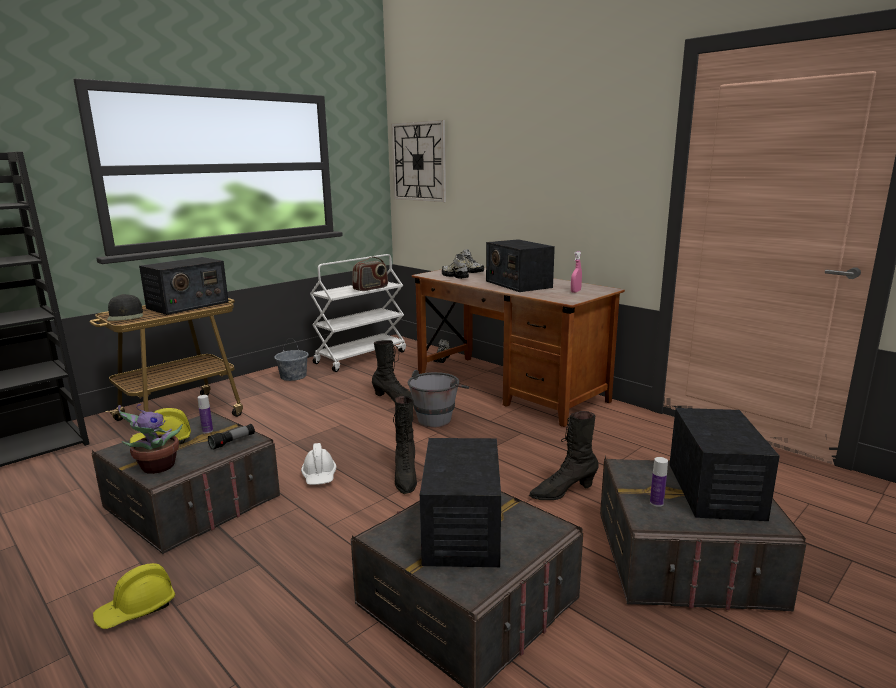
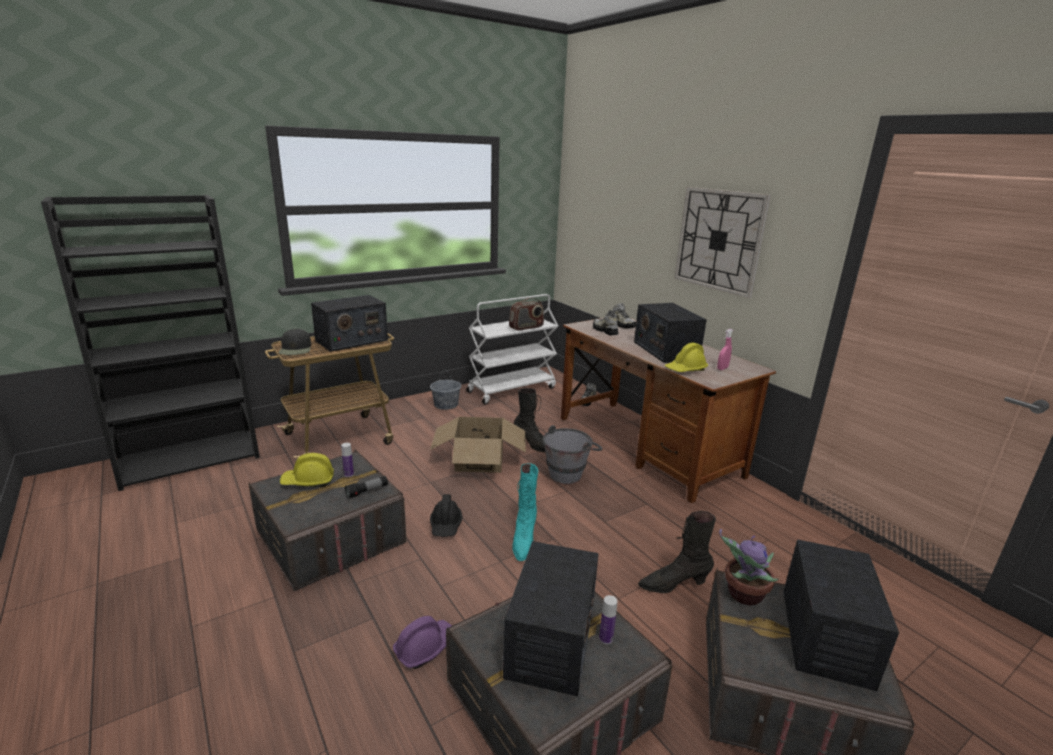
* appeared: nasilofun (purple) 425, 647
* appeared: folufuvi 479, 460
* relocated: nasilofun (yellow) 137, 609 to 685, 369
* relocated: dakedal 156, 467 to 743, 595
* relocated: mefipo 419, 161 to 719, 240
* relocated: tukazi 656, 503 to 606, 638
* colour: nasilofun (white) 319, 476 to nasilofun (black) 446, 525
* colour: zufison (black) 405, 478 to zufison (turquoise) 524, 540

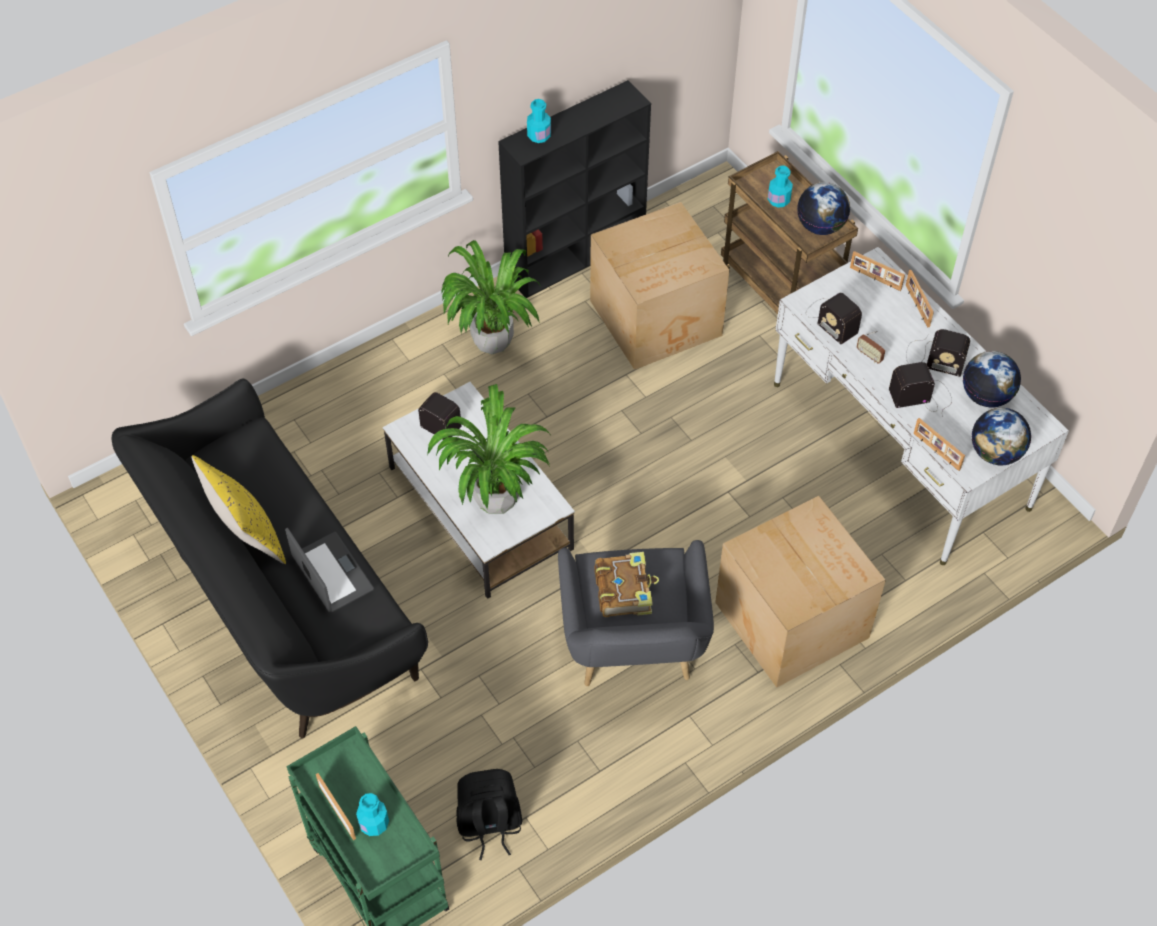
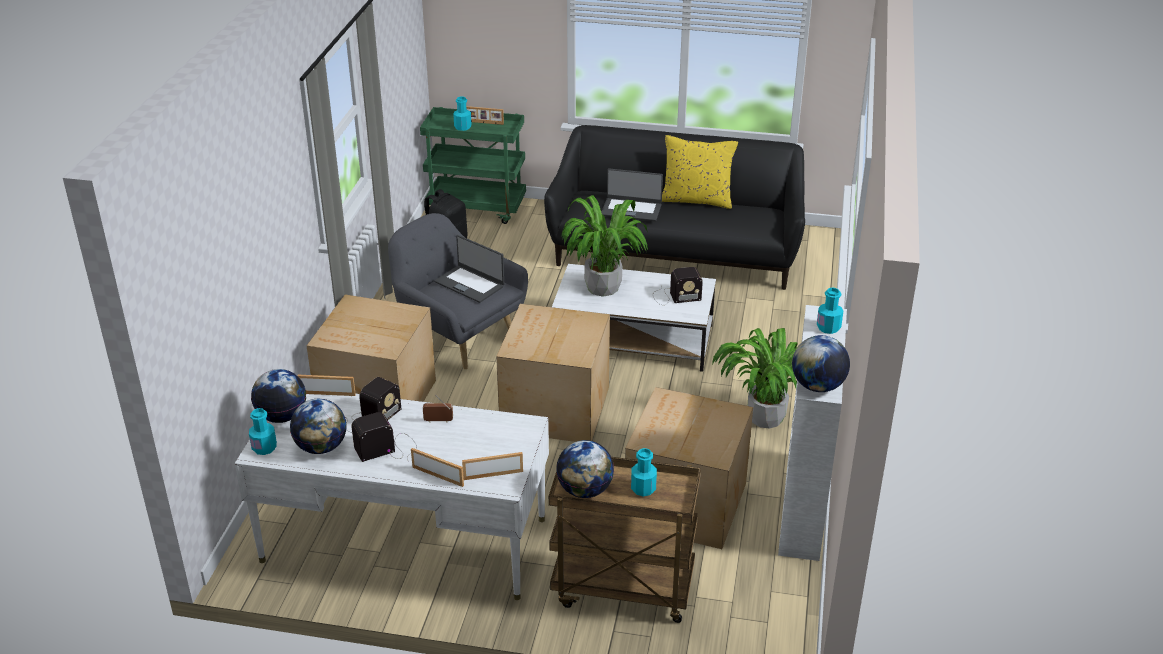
* missing: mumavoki 830, 319
* appeared: tukazi (turquoise) 264, 448
* appeared: folufuvi 553, 409
* appeared: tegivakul 818, 386
* exchanged: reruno 624, 590 to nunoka 470, 284
* colour: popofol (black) 576, 255 to popofol (white) 803, 506

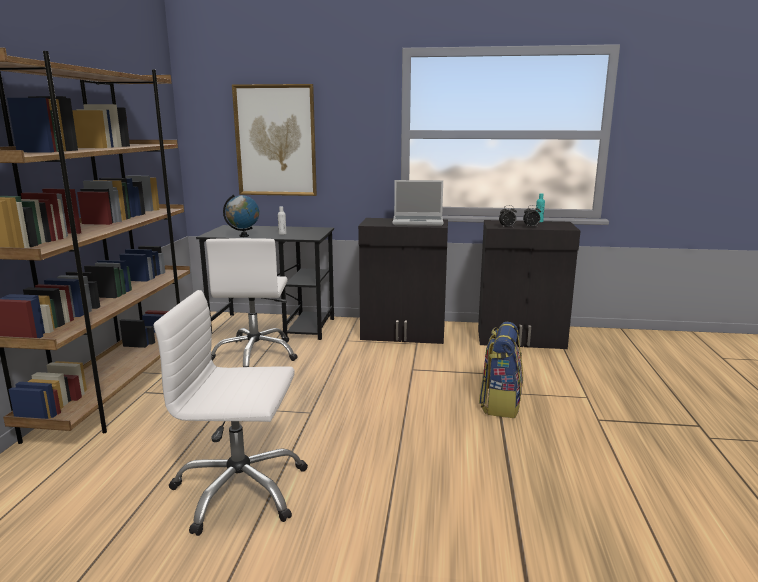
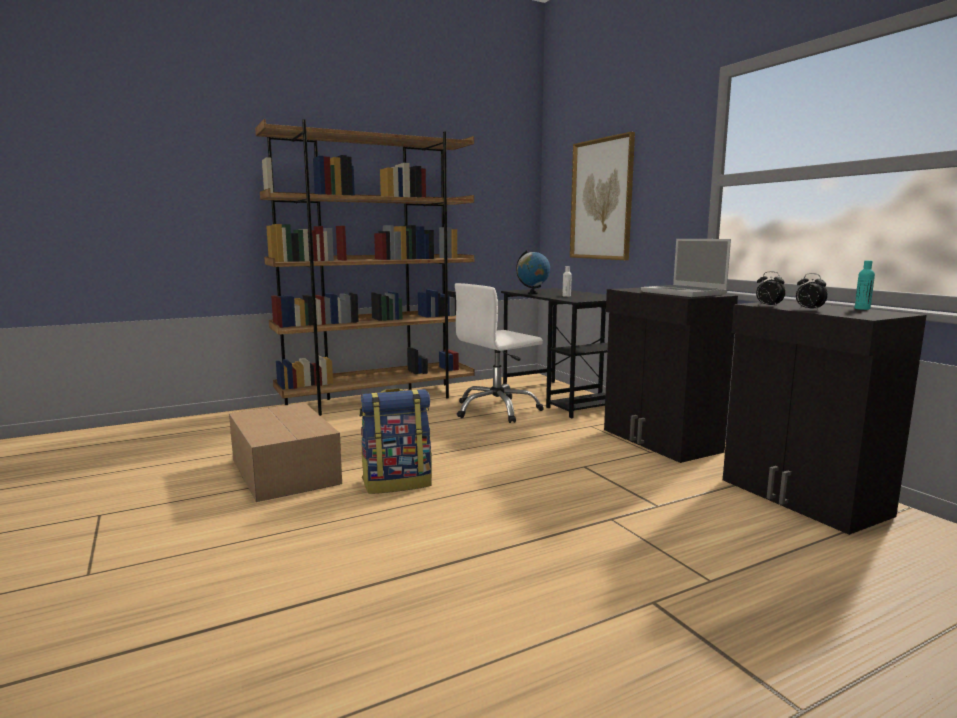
* relocated: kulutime 500, 404 to 397, 483
* exchanged: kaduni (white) 239, 490 to folufuvi 285, 470

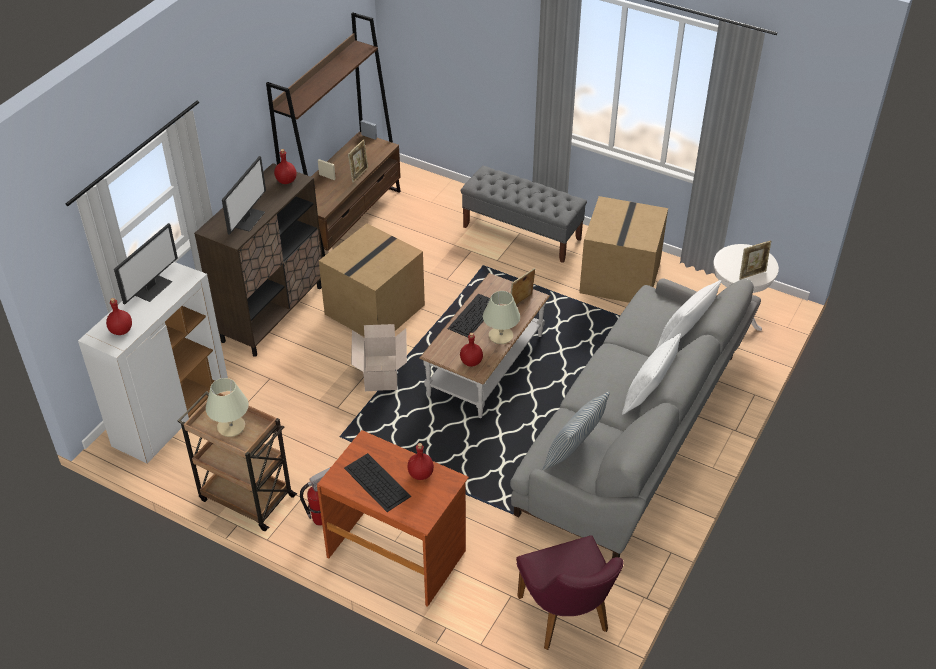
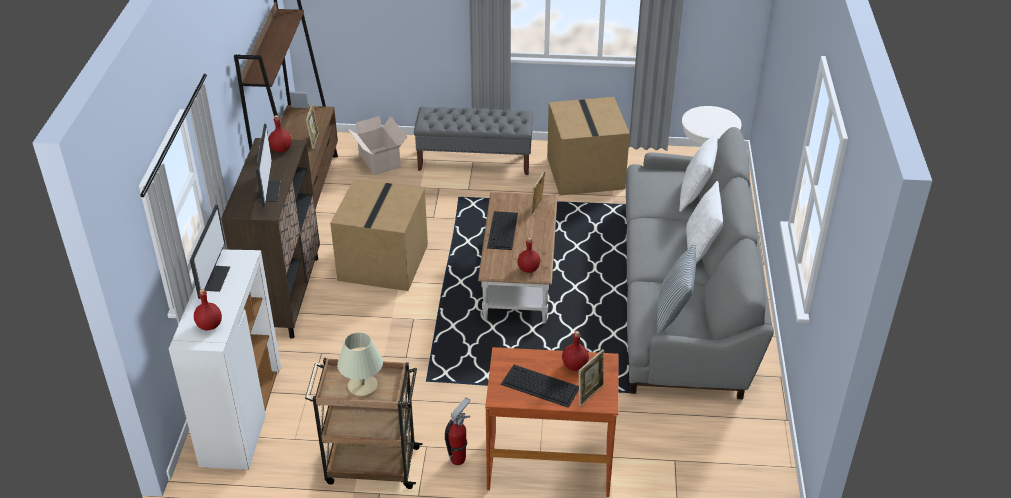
* missing: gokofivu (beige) 501, 336
* missing: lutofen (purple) 567, 620
* relocated: folufuvi 380, 374 to 379, 161
* relocated: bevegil 752, 274 to 590, 394

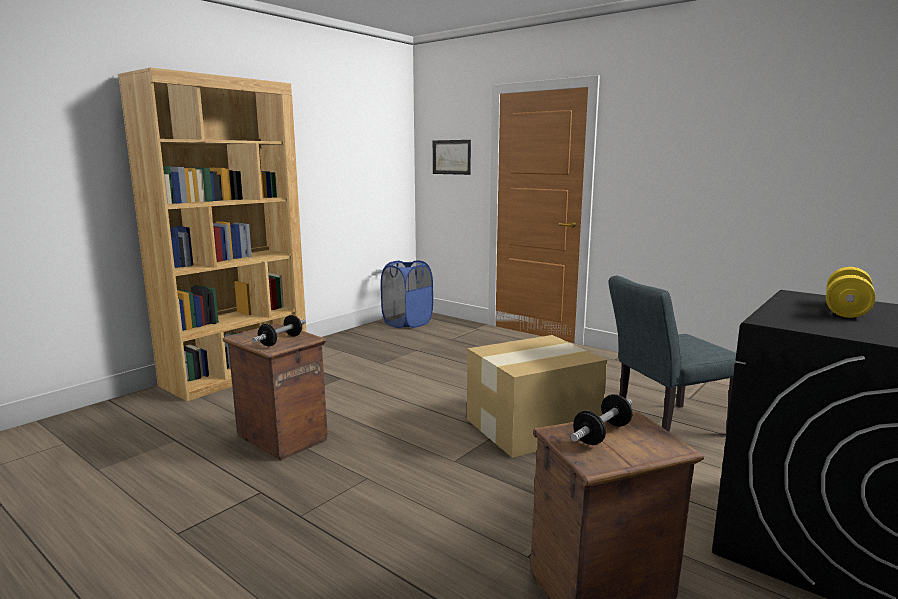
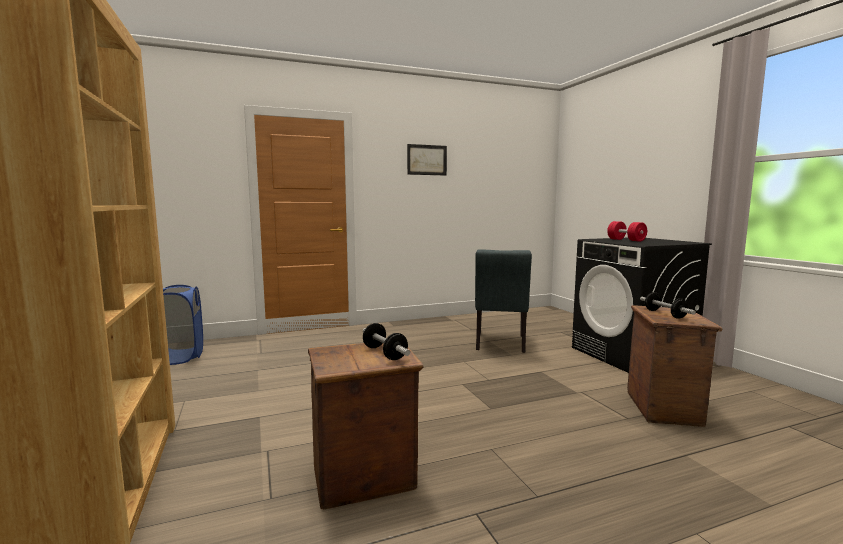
* missing: folufuvi 530, 426
* relocated: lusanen 451, 157 to 427, 160
* colour: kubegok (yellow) 846, 310 to kubegok (red) 626, 240

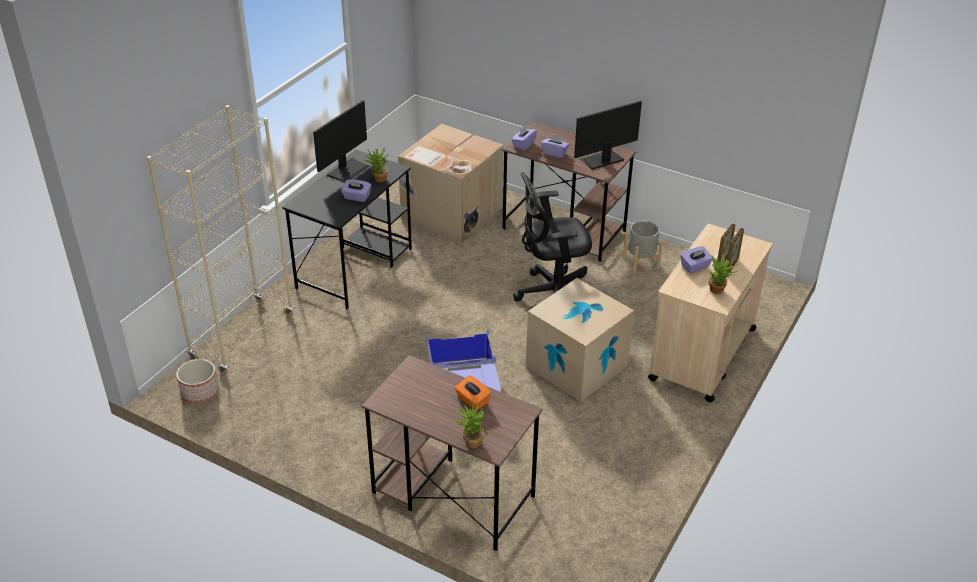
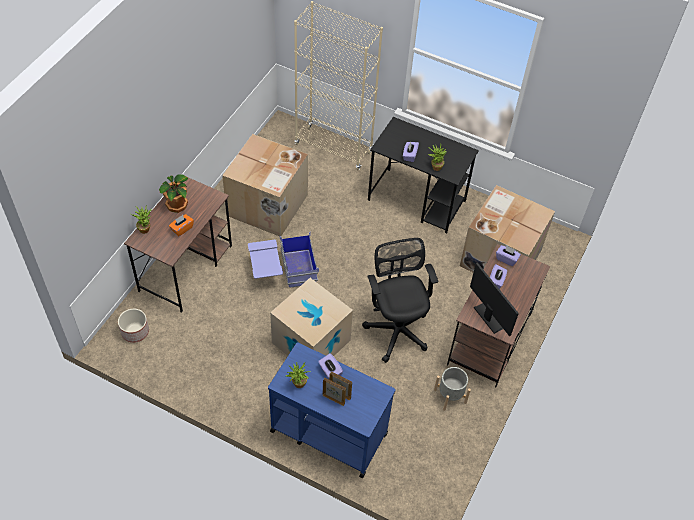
* missing: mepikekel 348, 170
* appeared: dakedal 178, 205
* appeared: folufuvi 268, 206
* relocated: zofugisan 200, 392 to 135, 332
* colour: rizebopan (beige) 702, 354 to rizebopan (blue) 328, 432

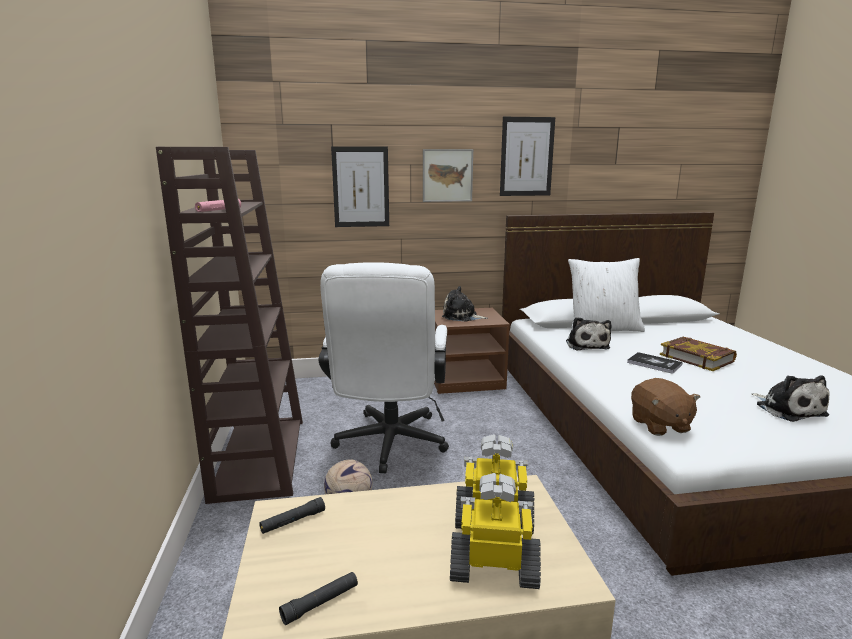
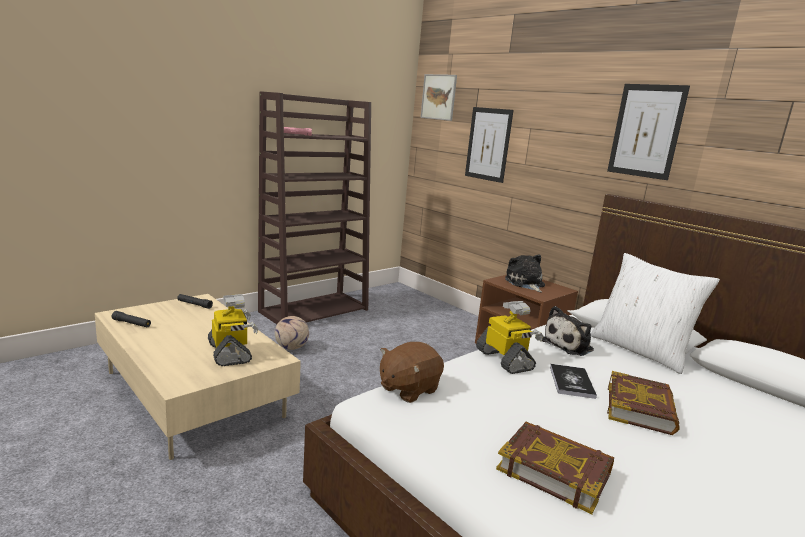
* missing: kaduni (white) 389, 446
* relocated: lusanen 447, 175 to 438, 97
* relocated: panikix 494, 569 to 505, 360
* exchanged: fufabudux 788, 409 to reruno 554, 470

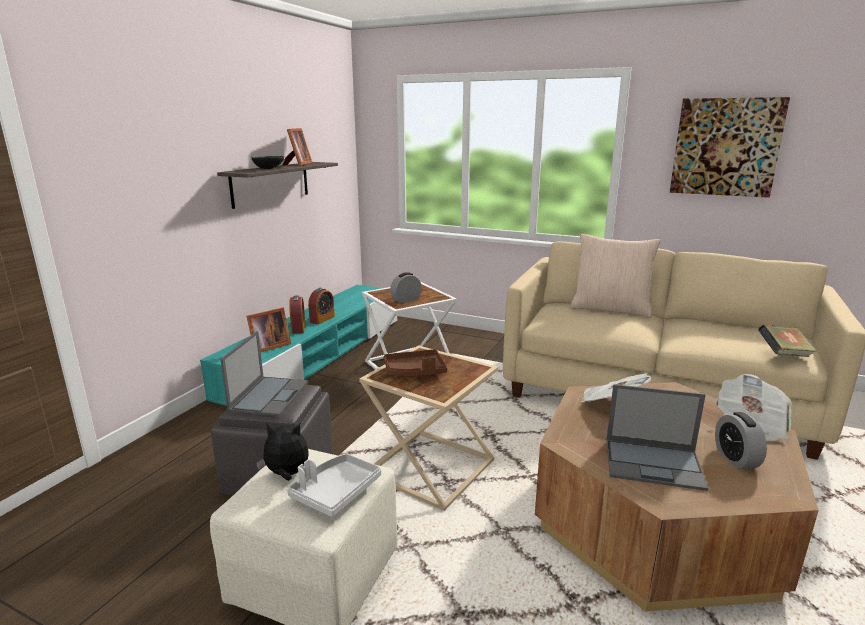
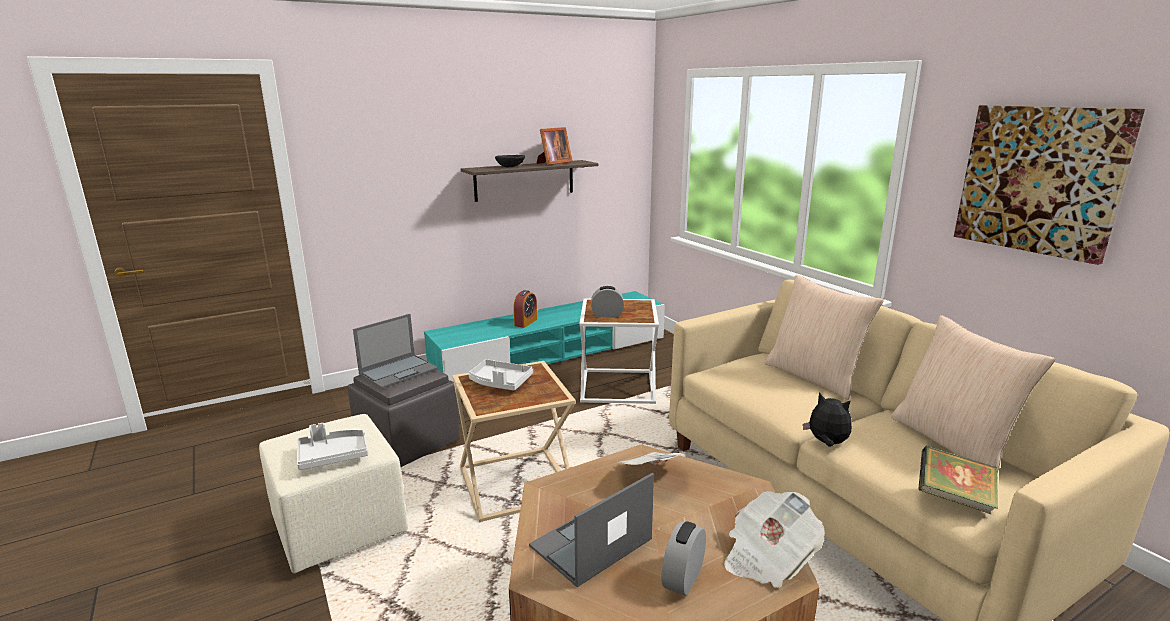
* missing: bevegil 268, 347
* missing: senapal 322, 319
* appeared: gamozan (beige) 953, 442
* relocated: fufabudux 287, 474 to 826, 443
* colour: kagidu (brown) 415, 371 to kagidu (grey) 500, 382
* spun: nunoka 654, 464 = 590, 544 90 degrees clockwise

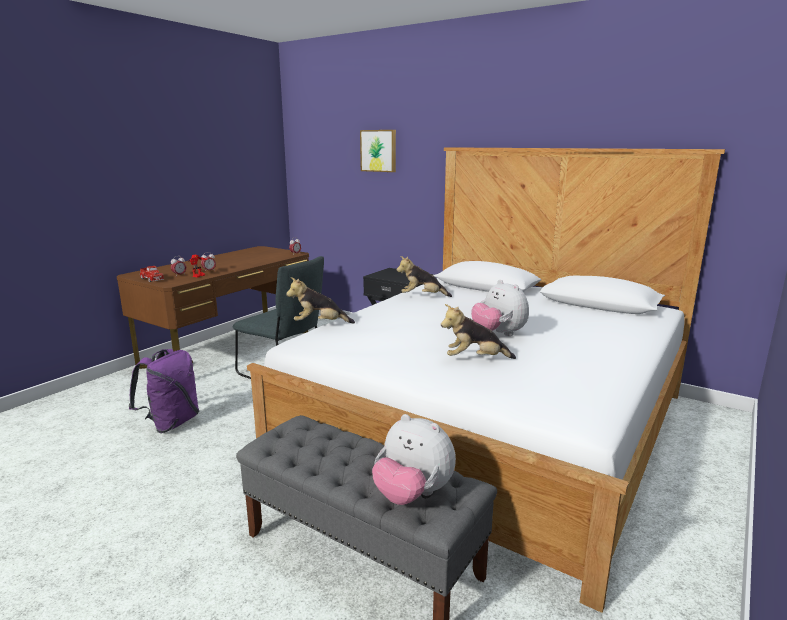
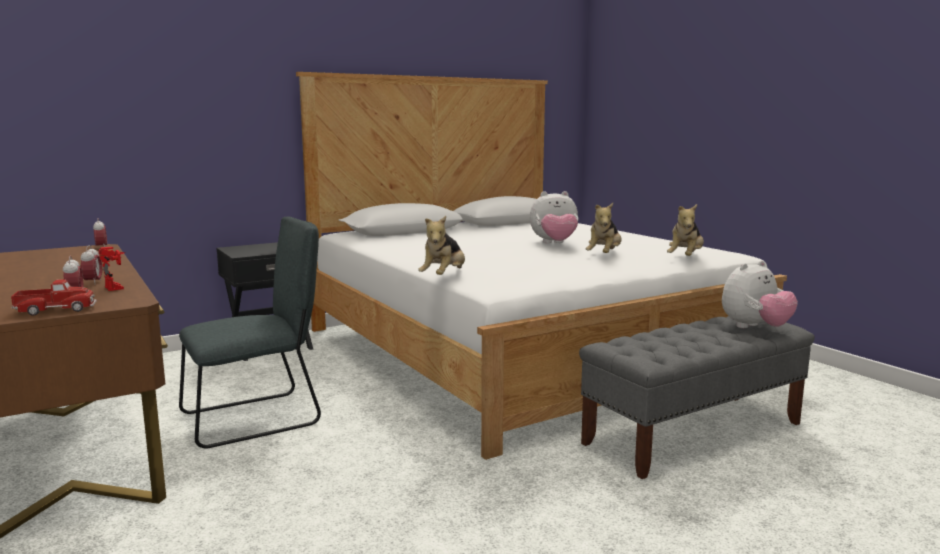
* missing: kulutime (purple) 171, 423
* missing: lusanen 379, 151
* relocated: fufabudux 422, 296 to 685, 258

